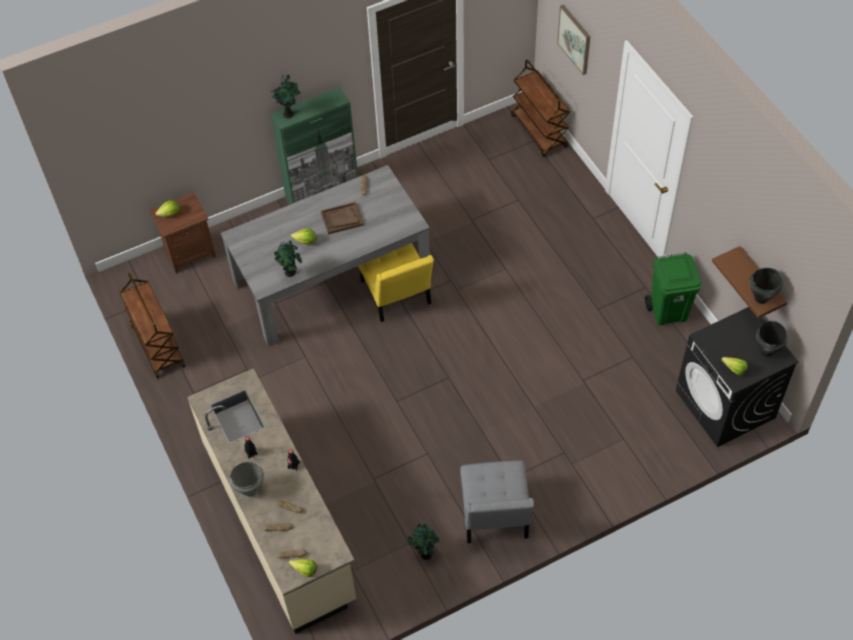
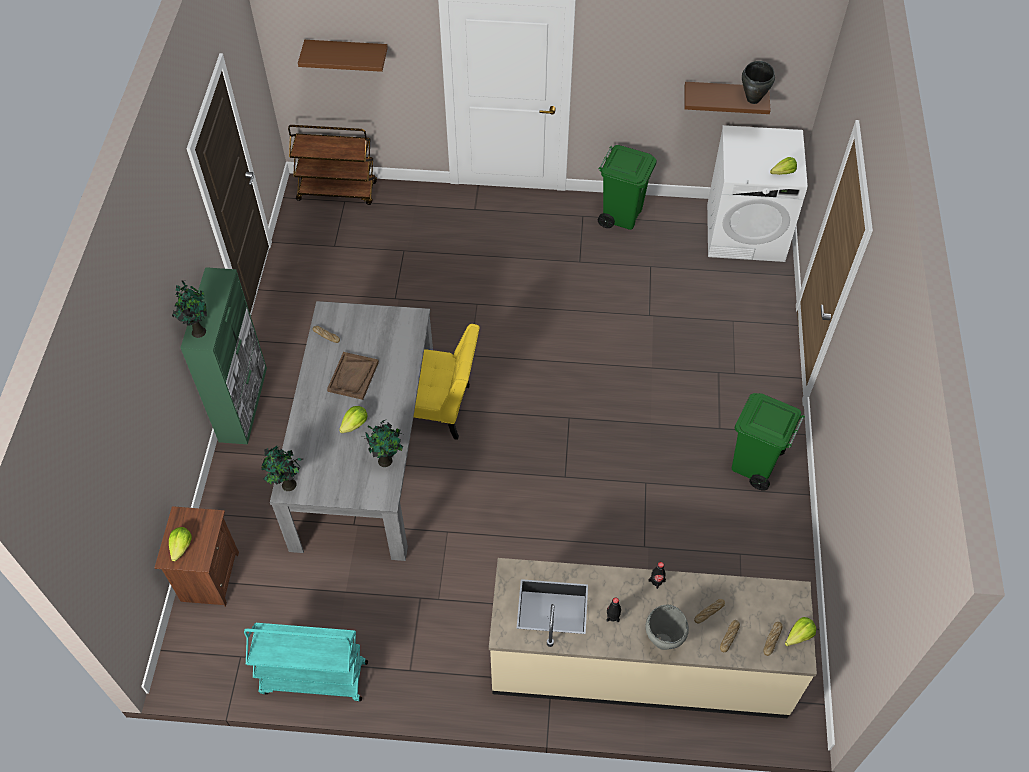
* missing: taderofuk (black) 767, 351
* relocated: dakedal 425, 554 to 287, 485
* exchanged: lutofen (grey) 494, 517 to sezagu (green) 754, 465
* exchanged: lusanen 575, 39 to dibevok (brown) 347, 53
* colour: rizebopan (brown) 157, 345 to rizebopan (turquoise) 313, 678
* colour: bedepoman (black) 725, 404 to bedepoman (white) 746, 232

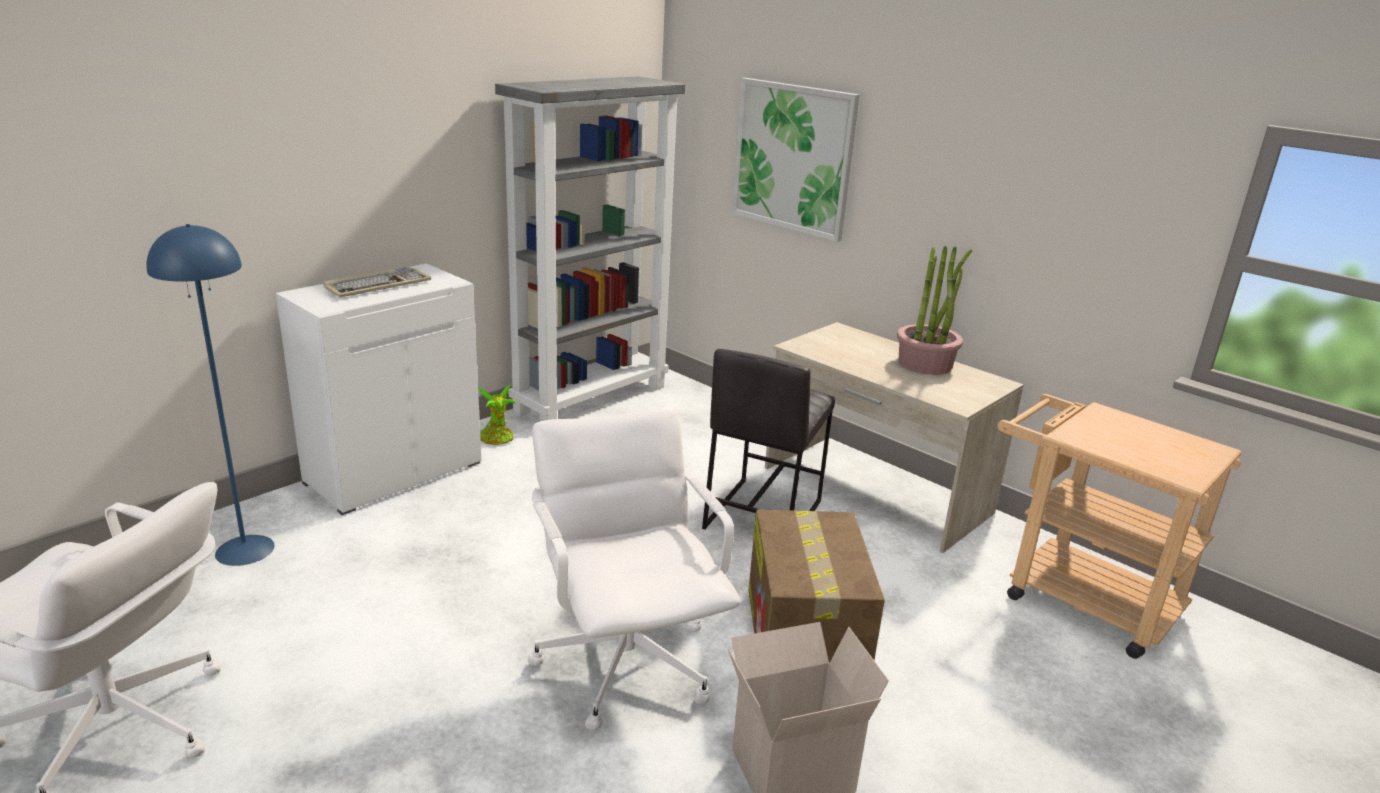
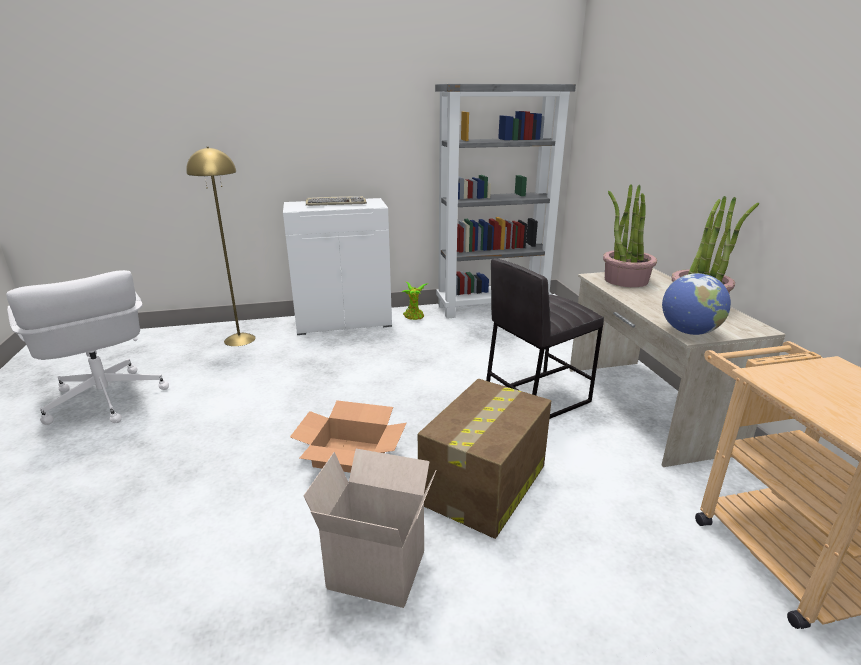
* missing: lusanen 792, 158
* appeared: dakedal 625, 280
* appeared: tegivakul 689, 332
* exchanged: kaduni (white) 627, 662 to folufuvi 351, 456
* colour: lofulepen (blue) 245, 550 to lofulepen (yellow) 239, 339

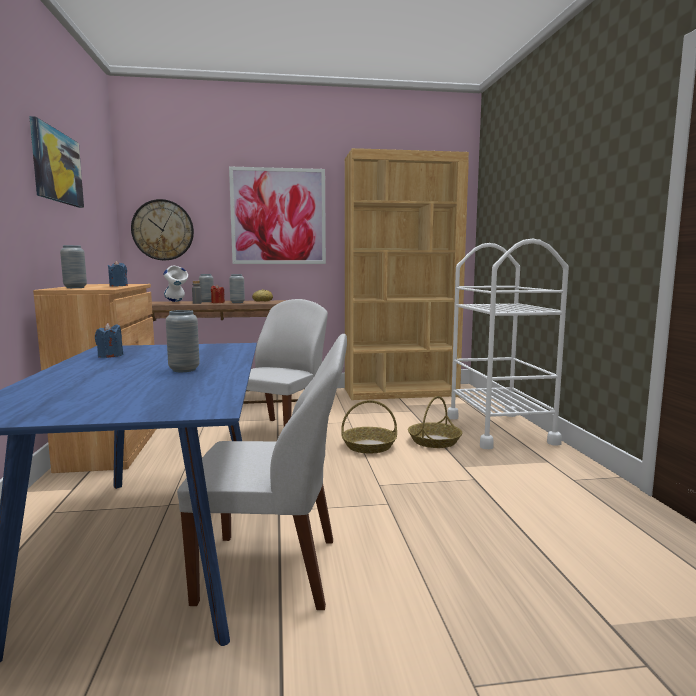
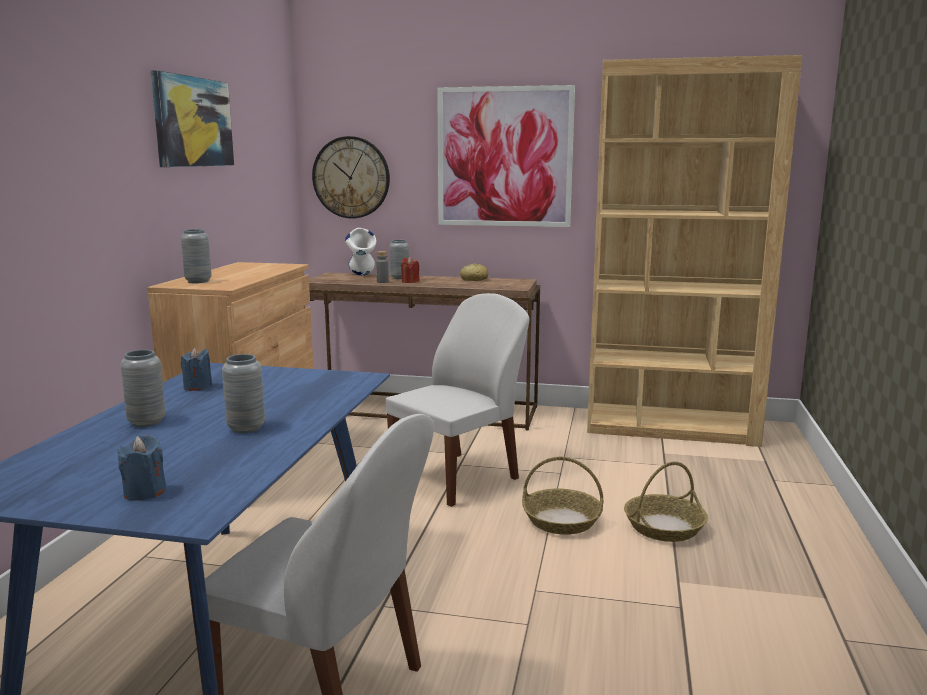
* missing: rizebopan (white) 499, 430
* relocated: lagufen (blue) 118, 286 to 145, 492
* relocated: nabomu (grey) 237, 302 to 147, 422

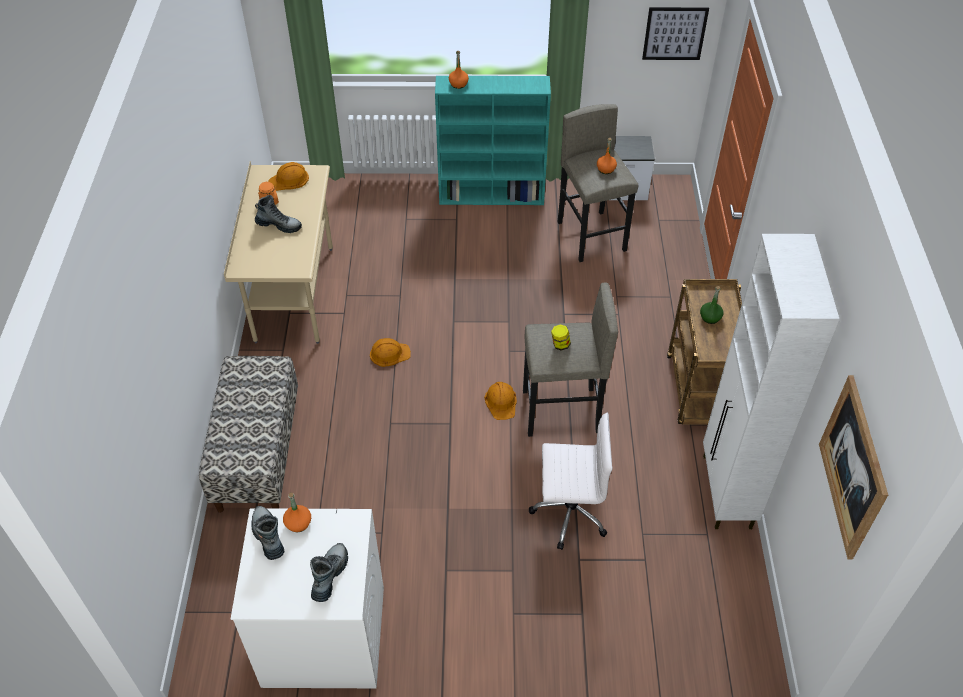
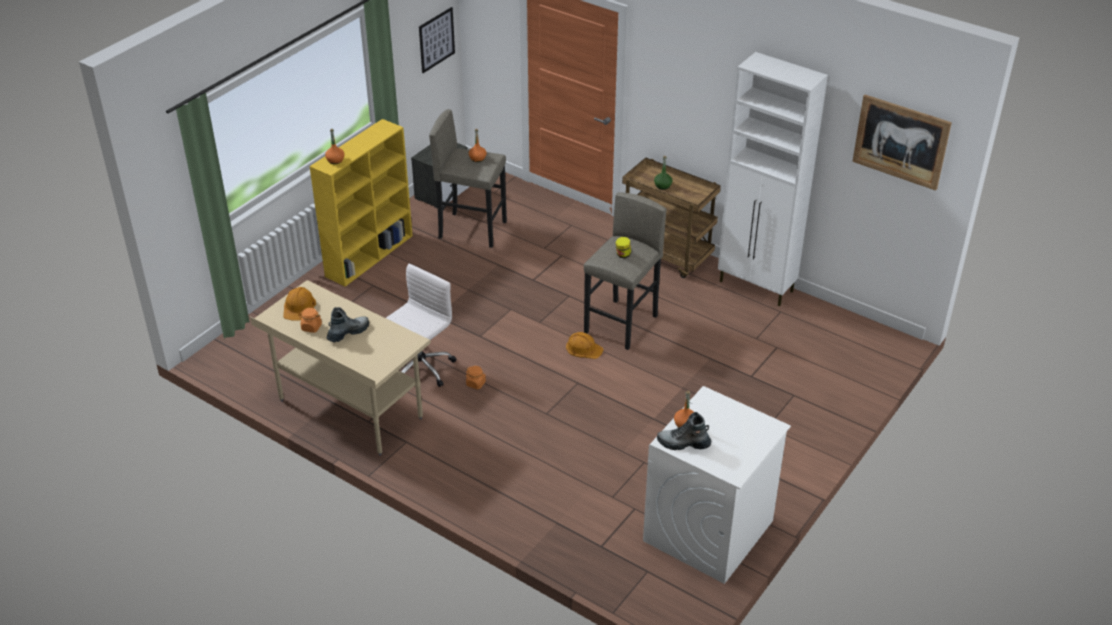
* missing: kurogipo 257, 453
* missing: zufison 329, 575
* relocated: kaduni (white) 568, 512 to 419, 367
* exchanged: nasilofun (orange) 389, 353 to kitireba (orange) 476, 384
* colour: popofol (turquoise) 492, 195 to popofol (yellow) 370, 255

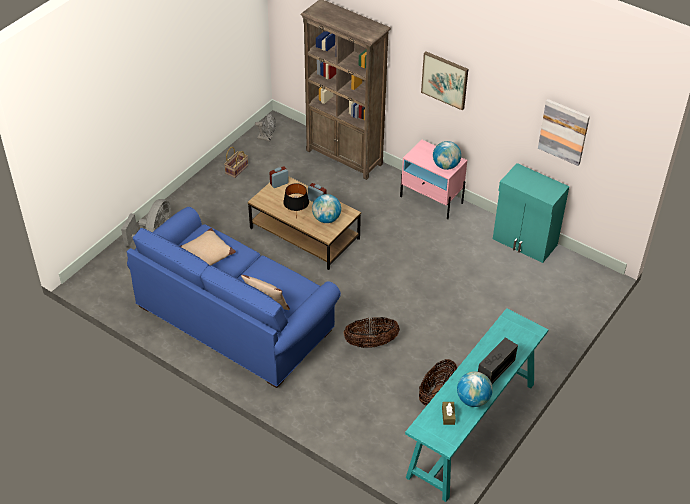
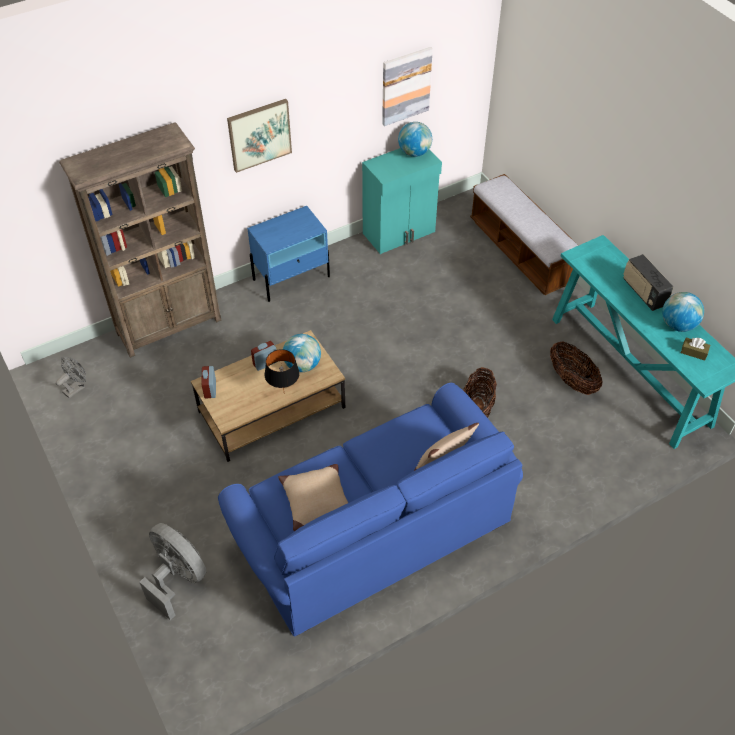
* missing: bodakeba 236, 169
* appeared: kurogipo 521, 252
* relocated: tegivakul 446, 166 to 414, 153
* colour: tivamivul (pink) 431, 200 to tivamivul (blue) 292, 278

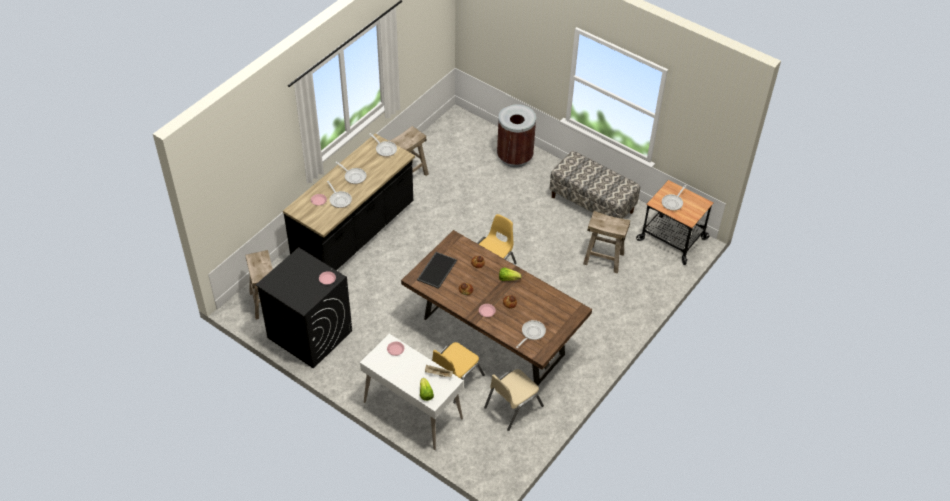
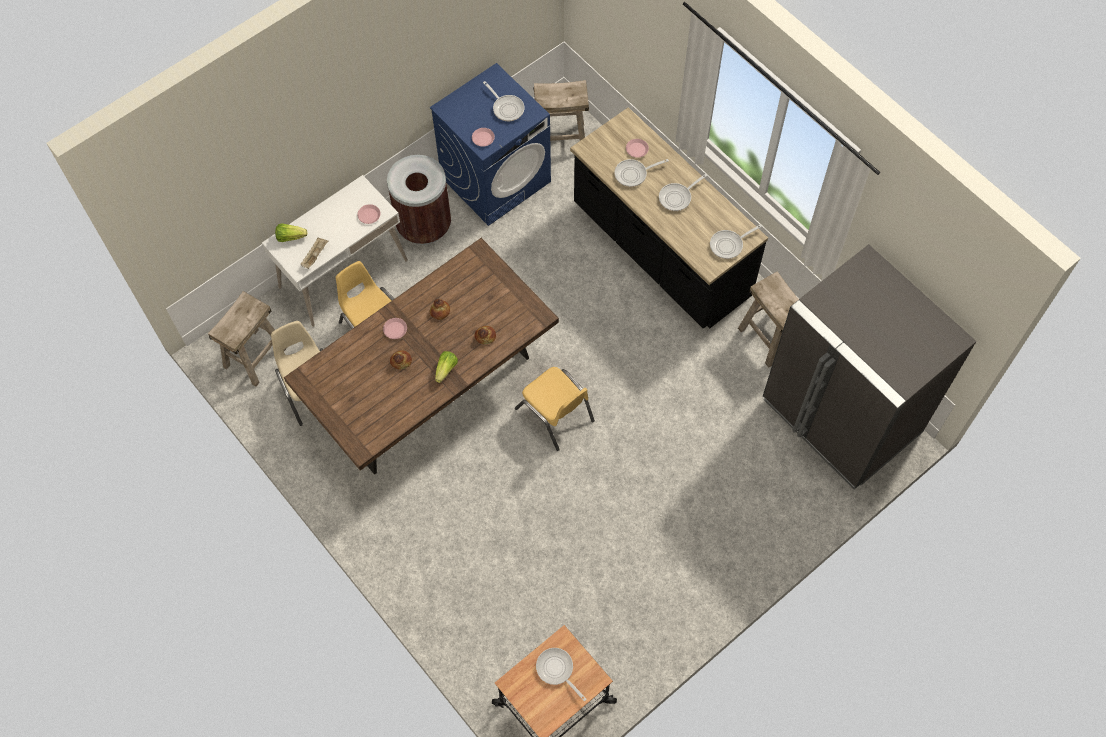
* missing: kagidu 436, 269
* missing: kurogipo 592, 204
* appeared: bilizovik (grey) 840, 417
* relocated: sezagu (brown) 515, 157 to 424, 226
* relocated: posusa 532, 333 to 506, 108
* relocated: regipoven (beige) 603, 259 to 255, 356
* colour: bedepoman (black) 309, 334 to bedepoman (blue) 496, 179

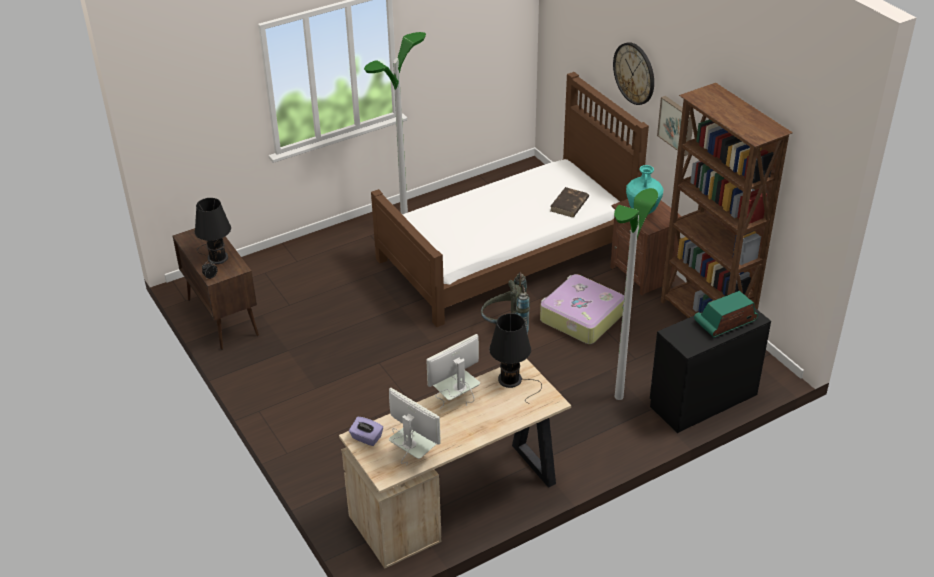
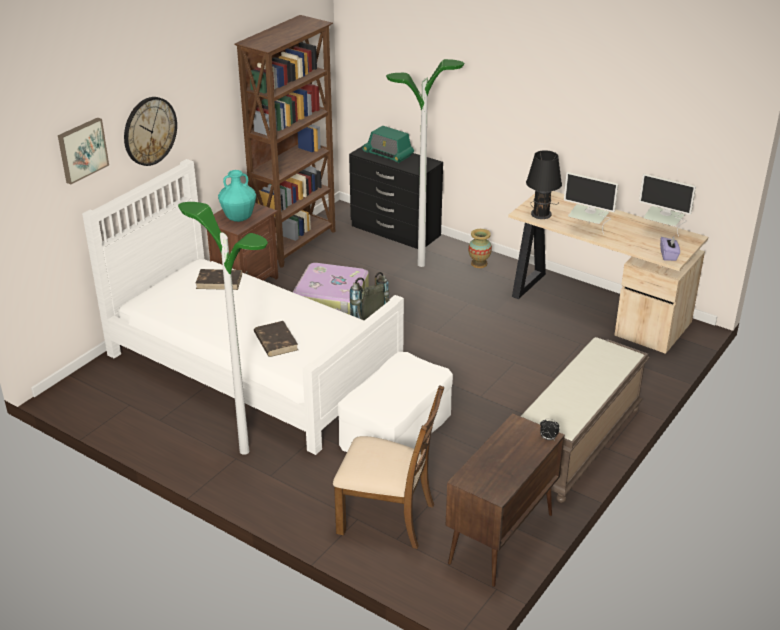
* missing: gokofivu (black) 216, 256
* appeared: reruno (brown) 275, 341
* appeared: lutofen (brown) 387, 518
* appeared: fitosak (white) 395, 429
* appeared: nabomu 479, 264
* appeared: kurogipo (brown) 577, 445
* relocated: lusanen 677, 125 to 82, 150
* colour: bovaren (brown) 508, 253 to bovaren (white) 252, 365
* spun: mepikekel 413, 456 = 661, 232 75 degrees counterclockwise

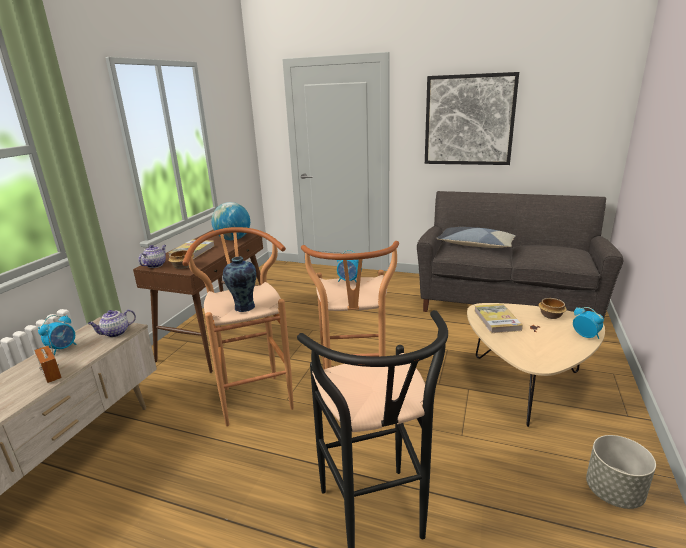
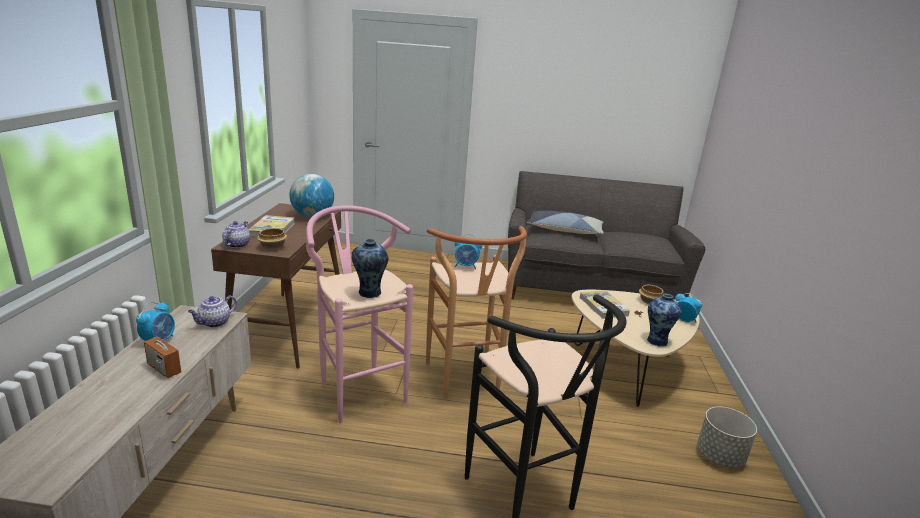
* missing: lusanen 469, 120
* appeared: nabomu 657, 340
* colour: regipoven (brown) 254, 394 to regipoven (pink) 357, 389

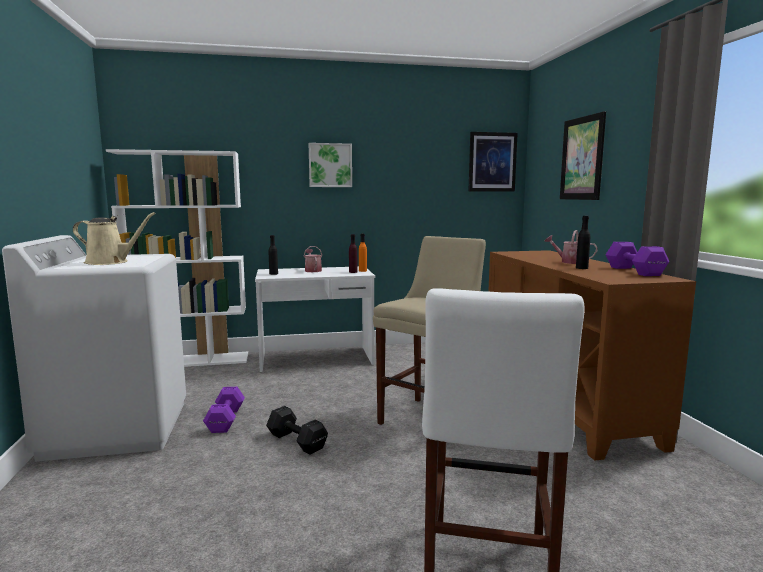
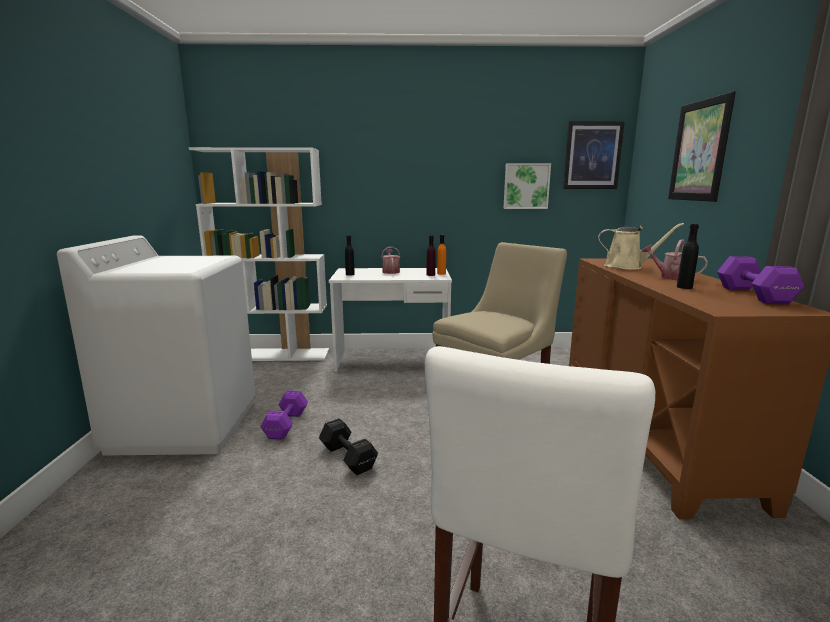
* relocated: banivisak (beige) 110, 262 to 627, 266
* relocated: lusanen 330, 165 to 526, 186

